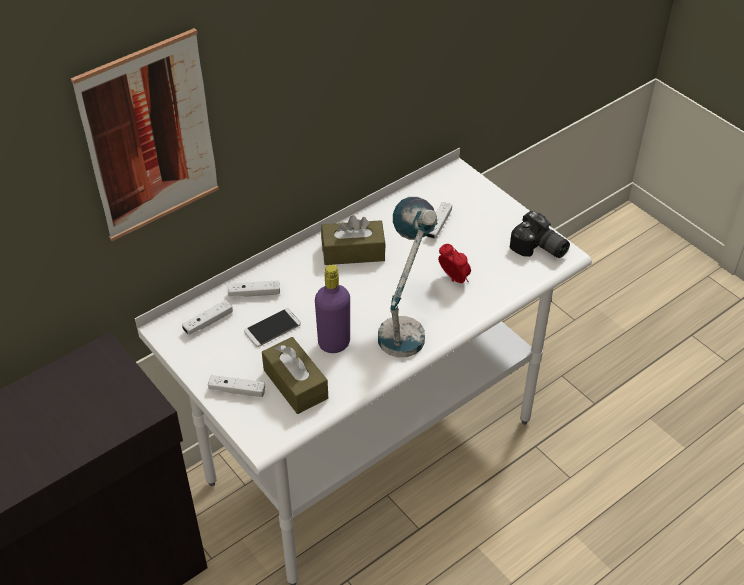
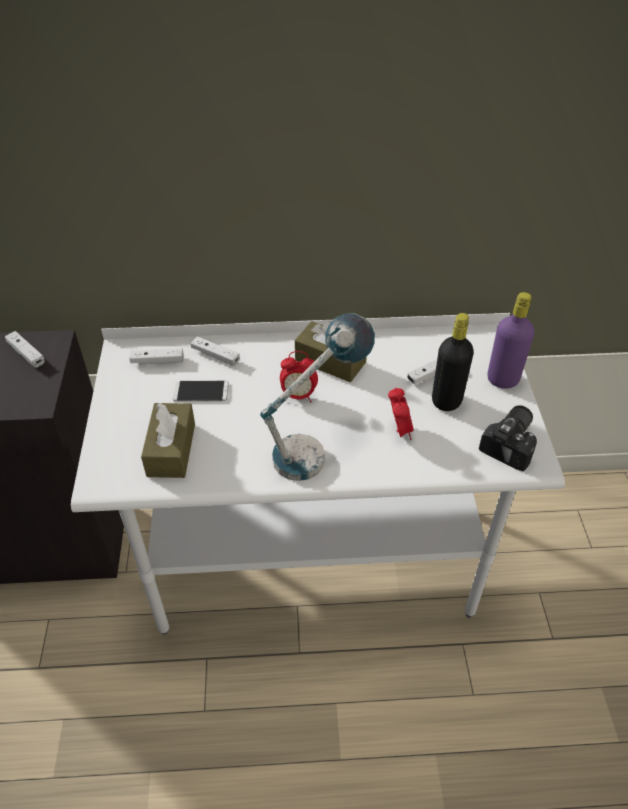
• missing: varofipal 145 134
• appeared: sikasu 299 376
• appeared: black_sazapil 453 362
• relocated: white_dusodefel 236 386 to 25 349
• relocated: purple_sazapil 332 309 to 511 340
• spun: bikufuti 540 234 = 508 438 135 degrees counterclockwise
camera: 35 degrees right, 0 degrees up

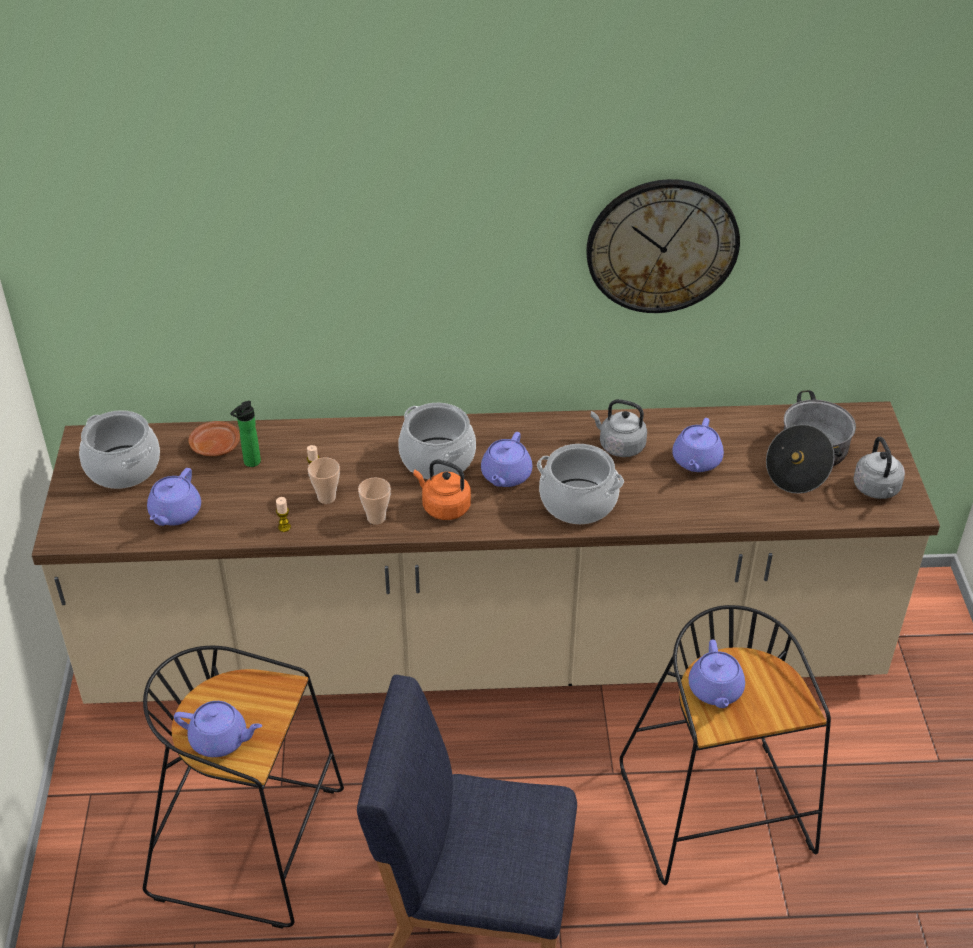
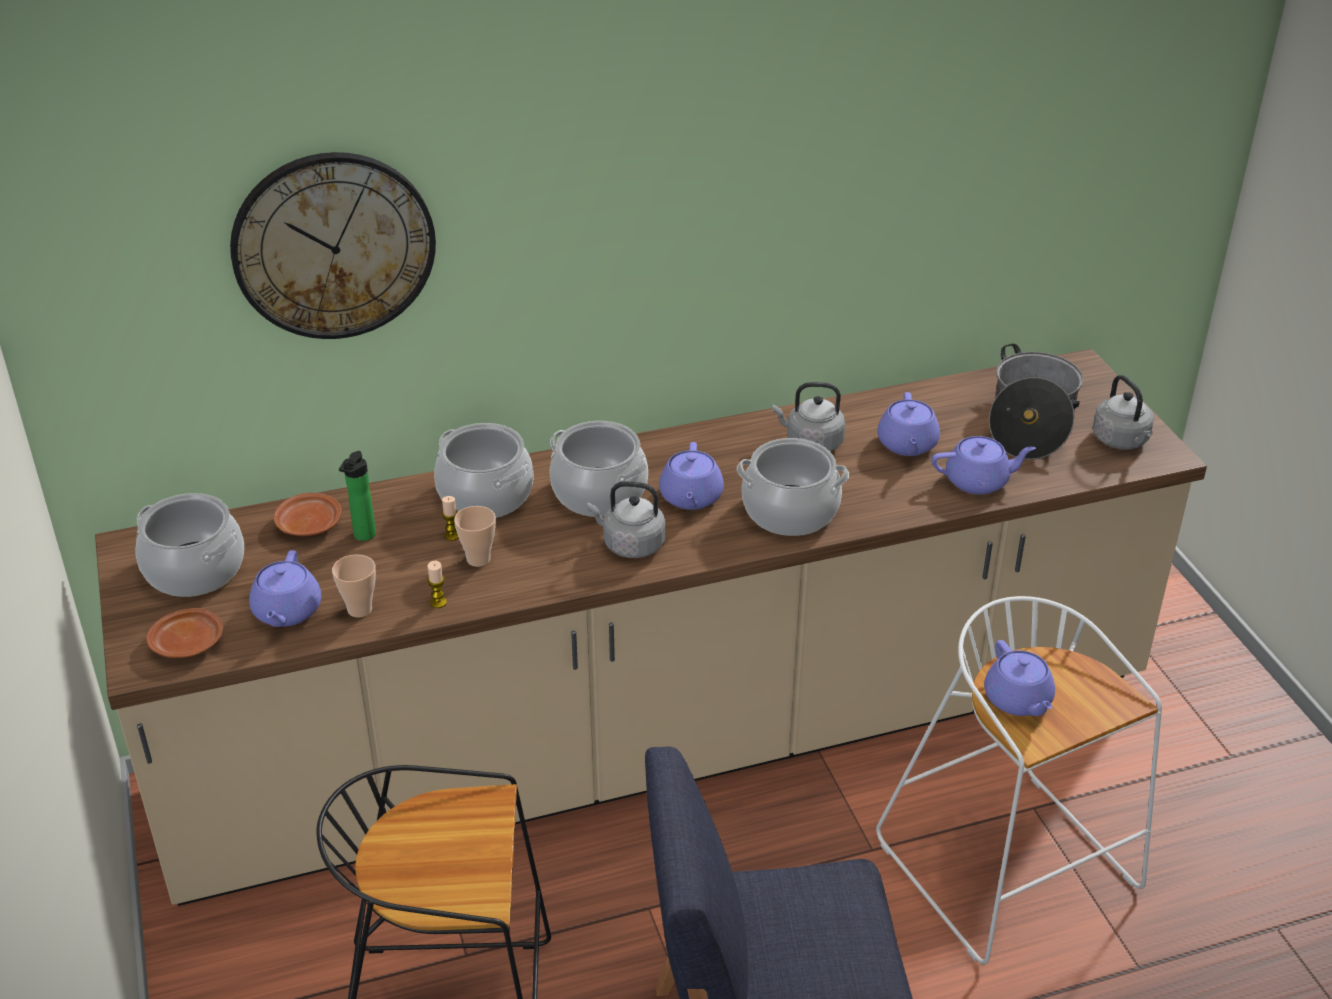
• appeared: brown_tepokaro 184 633
• appeared: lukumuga 484 470
• relocated: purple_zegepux 218 729 to 984 465
• relocated: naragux 374 501 to 354 586
• relocated: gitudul 663 246 to 333 245
• colour: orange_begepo 442 490 to grey_begepo 626 519
• colour: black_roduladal 725 745 to white_roduladal 1019 780
camera: 15 degrees left, 5 degrees down

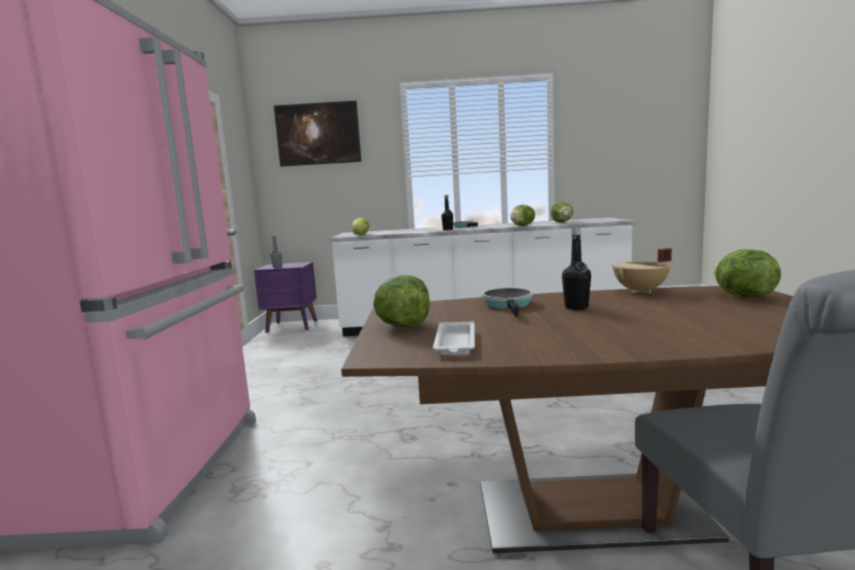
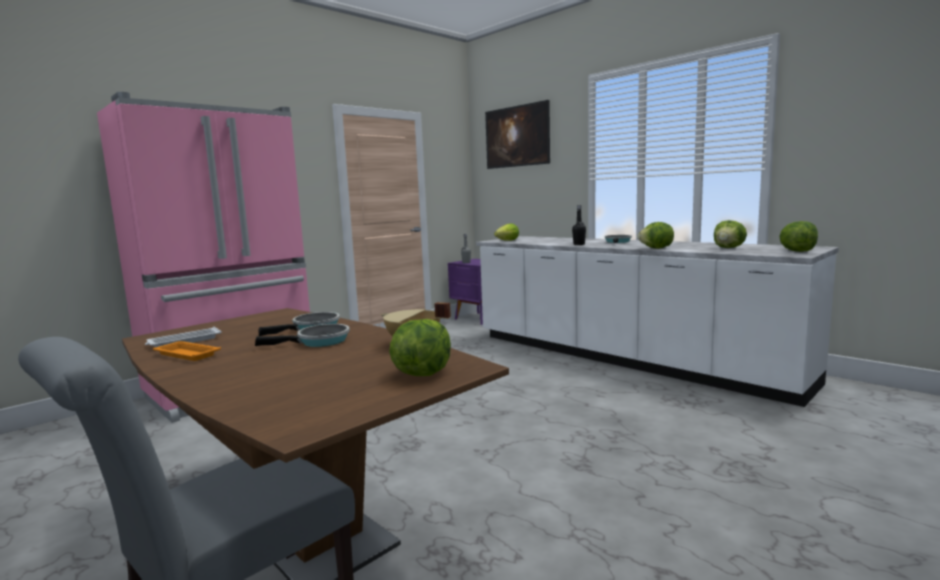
• appeared: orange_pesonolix 187 351
• relocated: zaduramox 401 301 to 798 236
• exchanged: black_sazapil 576 268 to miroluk 302 335
camera: 45 degrees right, 0 degrees up

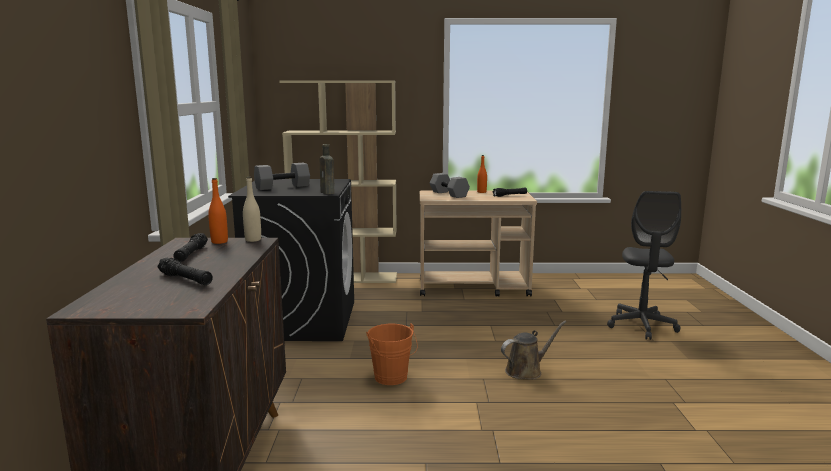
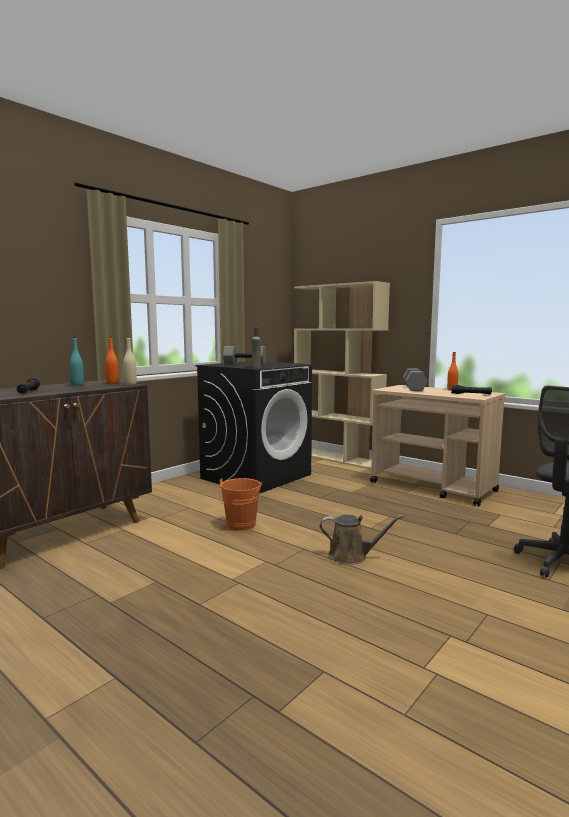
• exchanged: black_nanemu 190 247 to turquoise_sazapil 77 361
camera: 40 degrees right, 5 degrees down

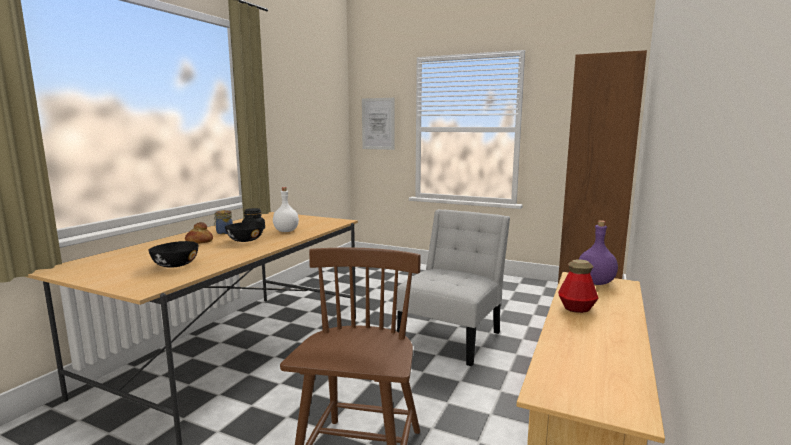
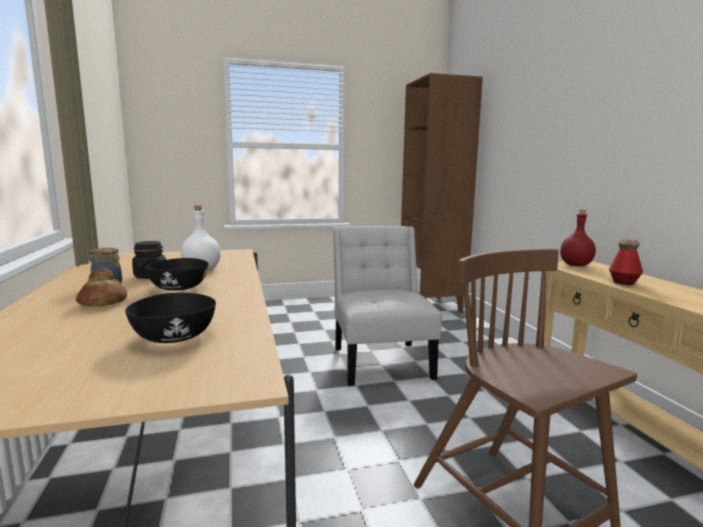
• missing: varofipal 378 124
• colour: purple_sazapil 598 252 to red_sazapil 578 238
camera: 40 degrees left, 0 degrees up

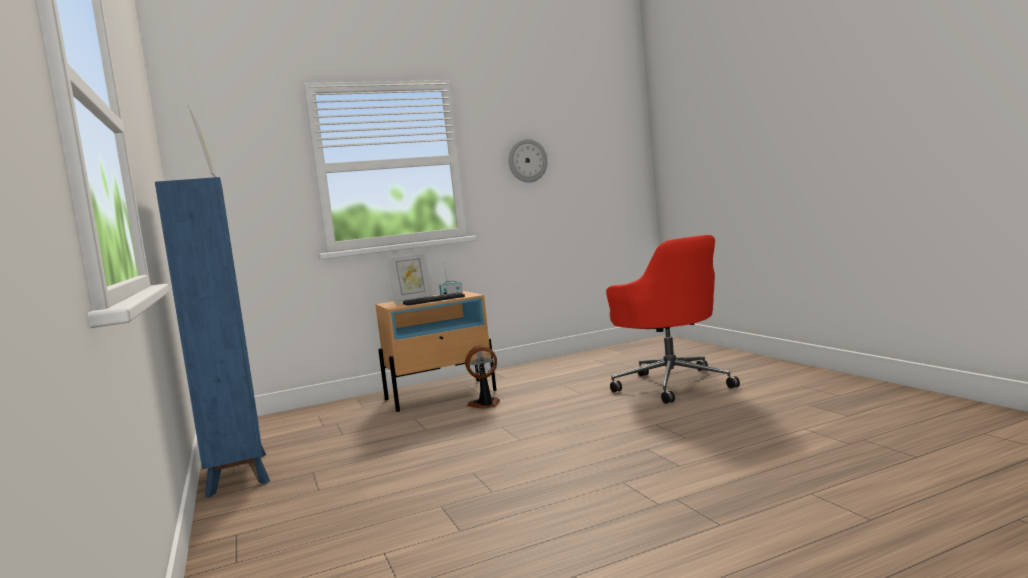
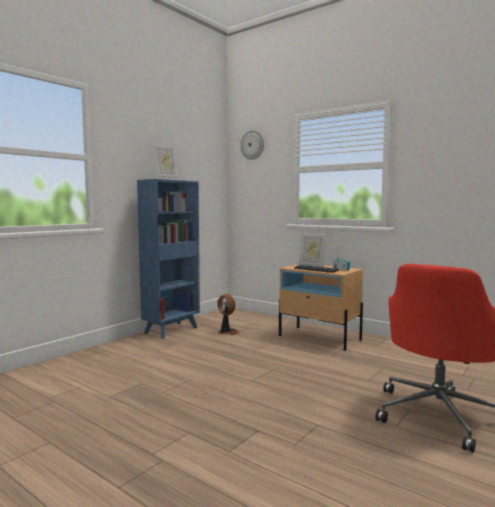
• relocated: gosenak 482 377 to 228 314
• relocated: gitudul 528 161 to 252 145
camera: 60 degrees right, 0 degrees up

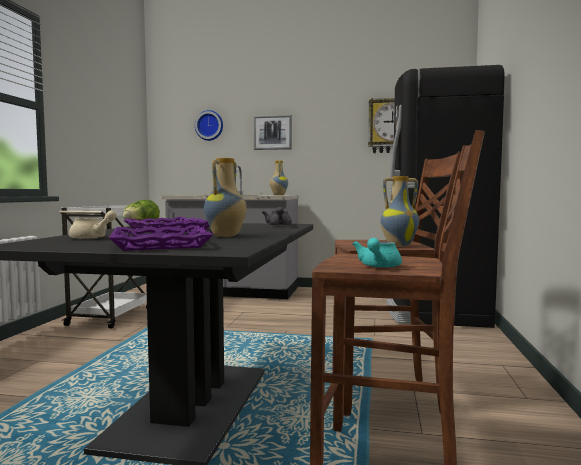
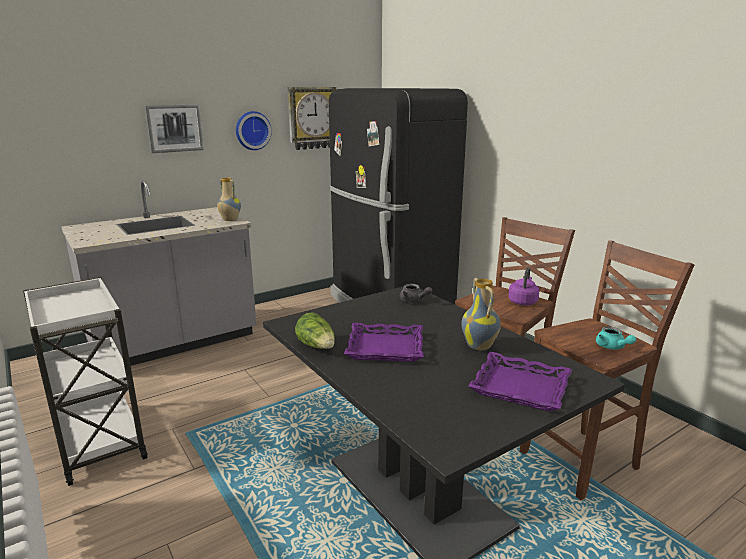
• missing: beige_zegepux 93 225
• relocated: gitudul 209 125 to 254 130
• exchanged: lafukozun 399 211 to purple_begepo 523 286
camera: 45 degrees left, 15 degrees up

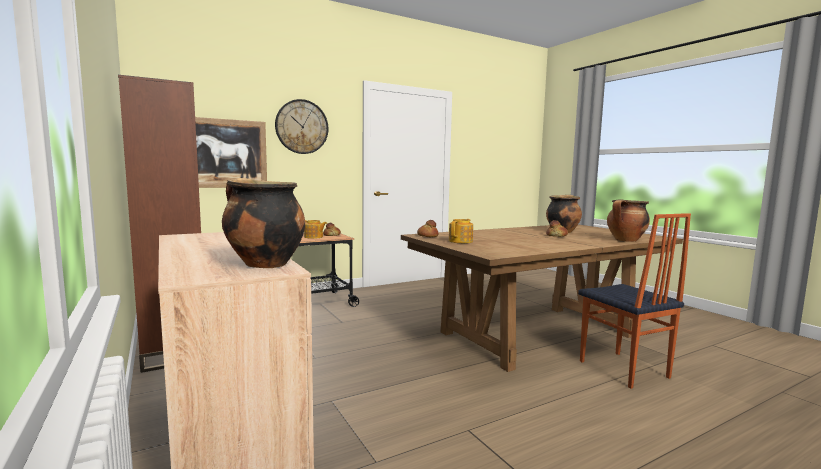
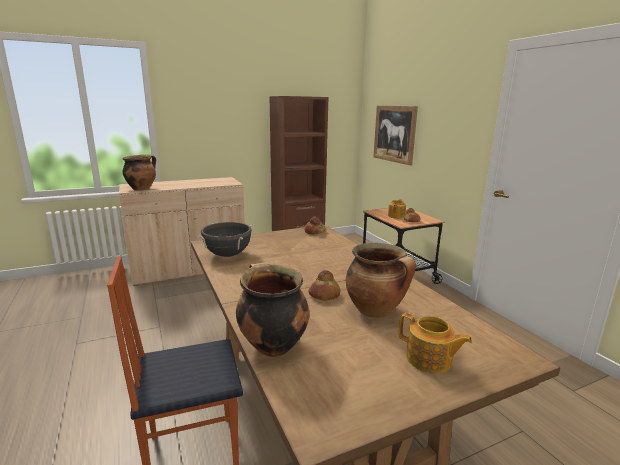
• missing: gitudul 301 126
• appeared: black_lukumuga 225 239
• relocated: zegepux 461 231 to 435 343
camera: 95 degrees right, 10 degrees up

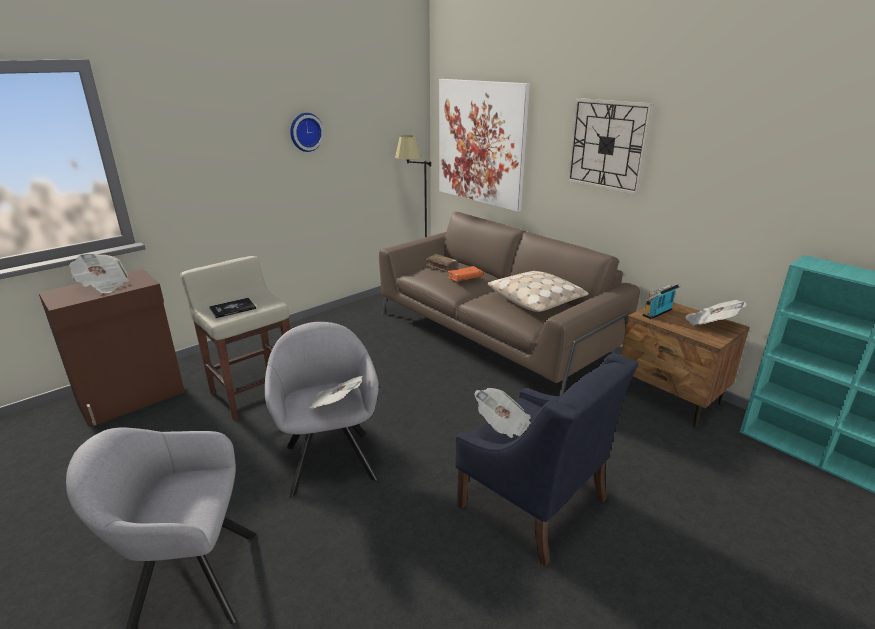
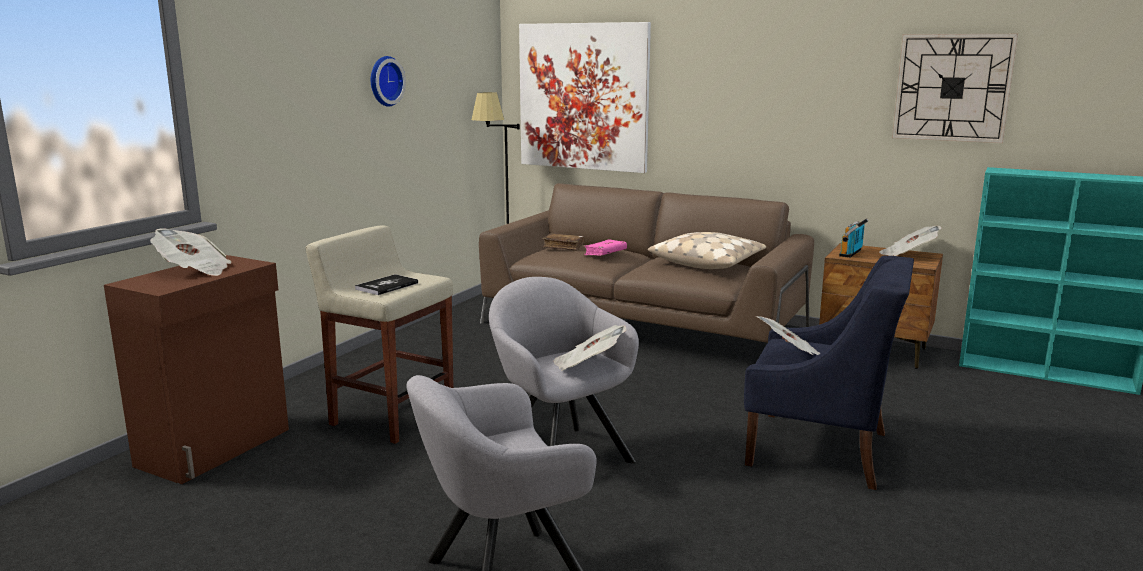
• relocated: gitudul 609 146 to 955 88
• colour: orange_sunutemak 465 274 to pink_sunutemak 605 247
camera: 20 degrees left, 10 degrees down

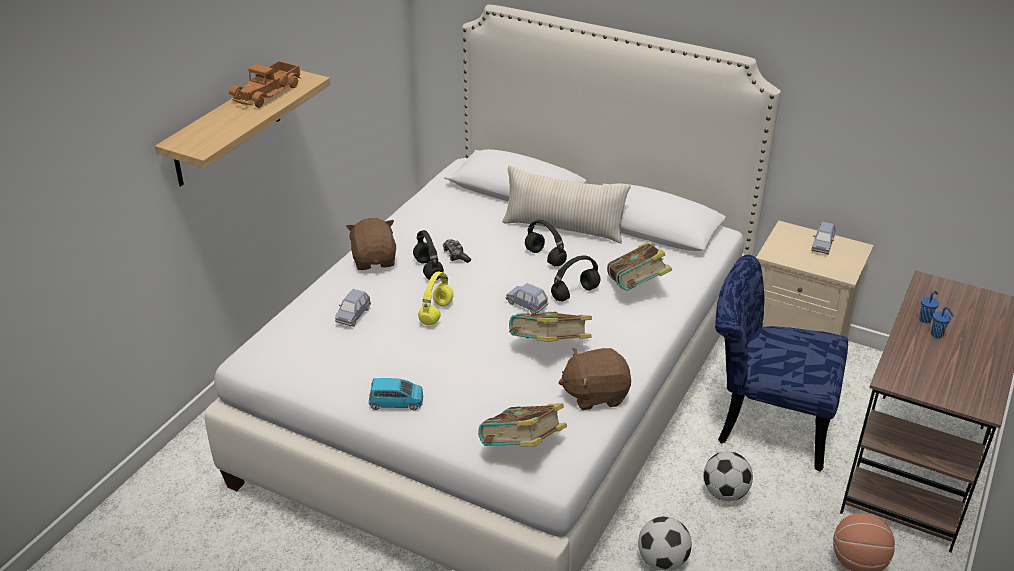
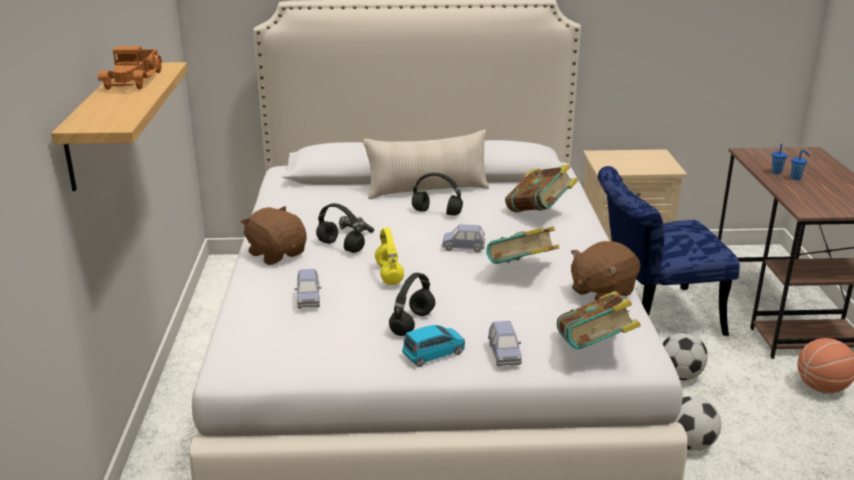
• relocated: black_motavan 576 279 to 412 304
• relocated: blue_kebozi 823 238 to 505 343
camera: 30 degrees left, 10 degrees down

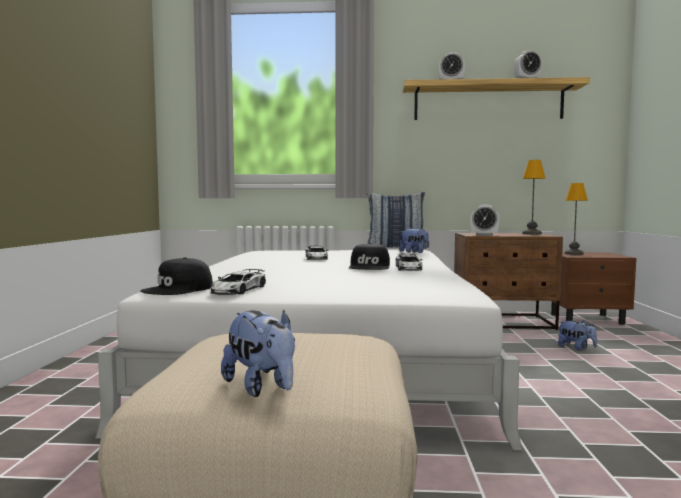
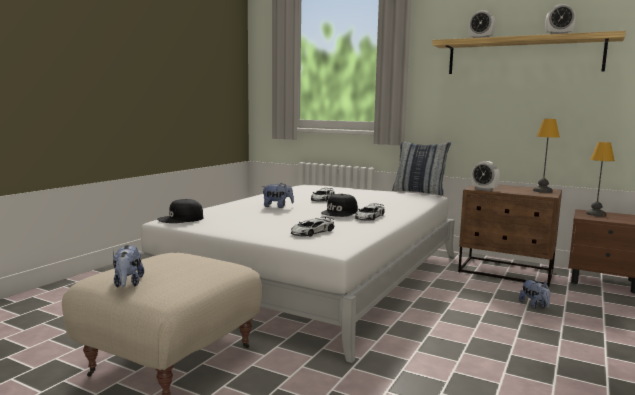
• relocated: kebozi 238 282 to 312 226
• relocated: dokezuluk 414 240 to 278 195
camera: 25 degrees right, 5 degrees up

